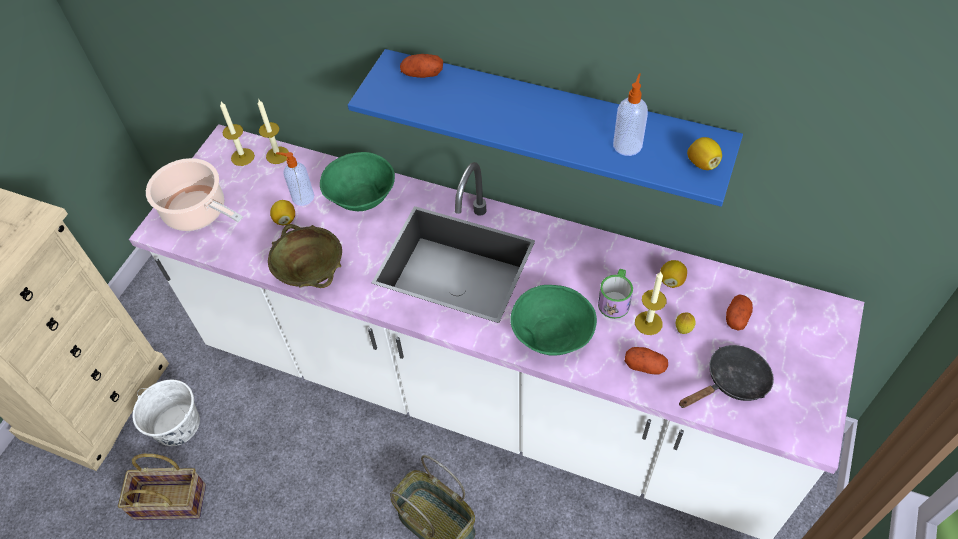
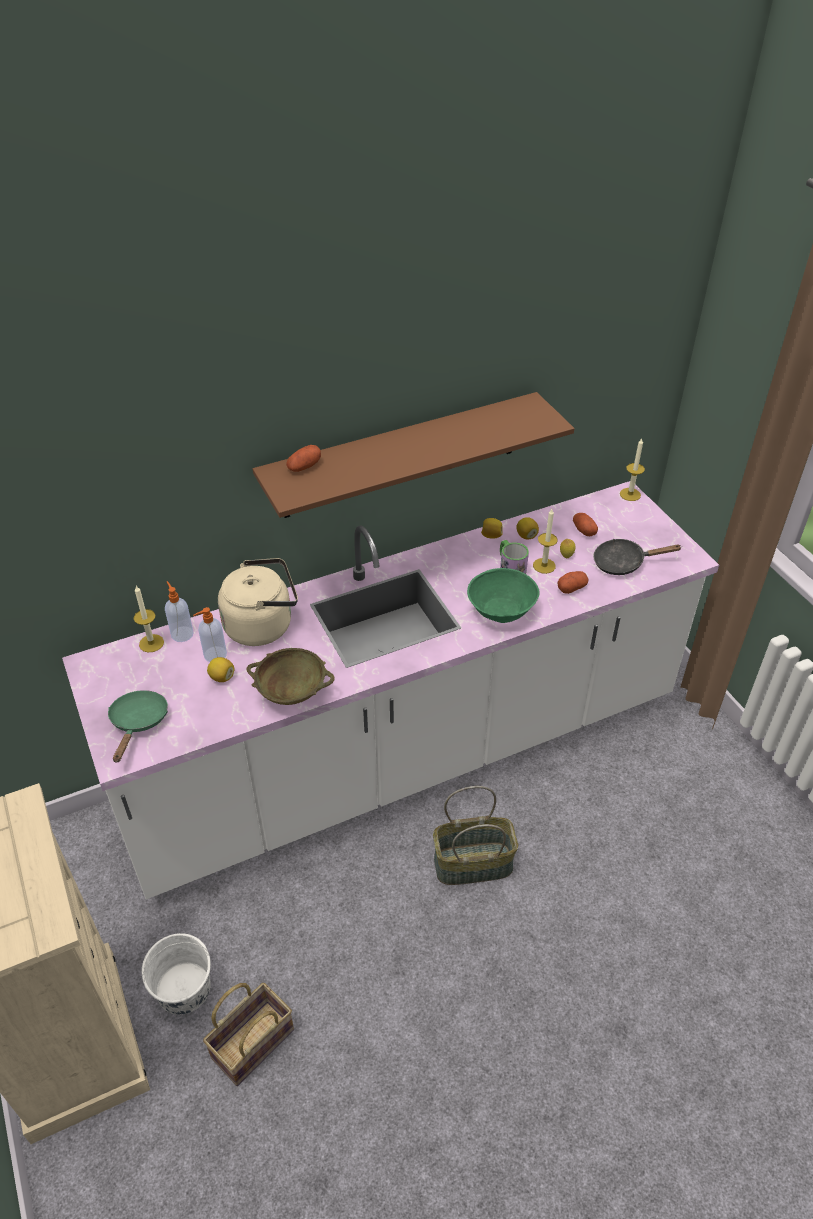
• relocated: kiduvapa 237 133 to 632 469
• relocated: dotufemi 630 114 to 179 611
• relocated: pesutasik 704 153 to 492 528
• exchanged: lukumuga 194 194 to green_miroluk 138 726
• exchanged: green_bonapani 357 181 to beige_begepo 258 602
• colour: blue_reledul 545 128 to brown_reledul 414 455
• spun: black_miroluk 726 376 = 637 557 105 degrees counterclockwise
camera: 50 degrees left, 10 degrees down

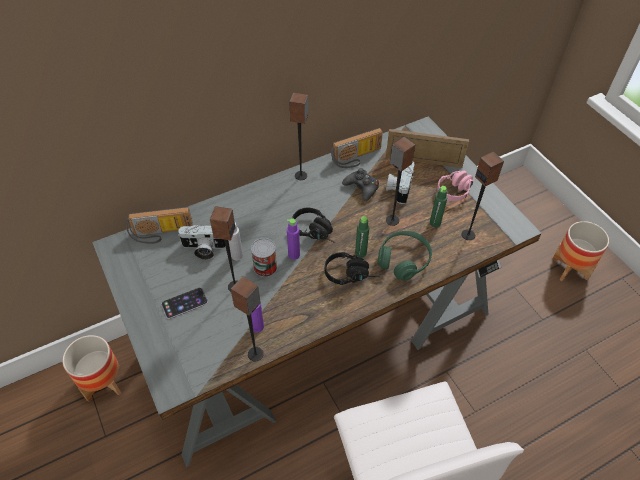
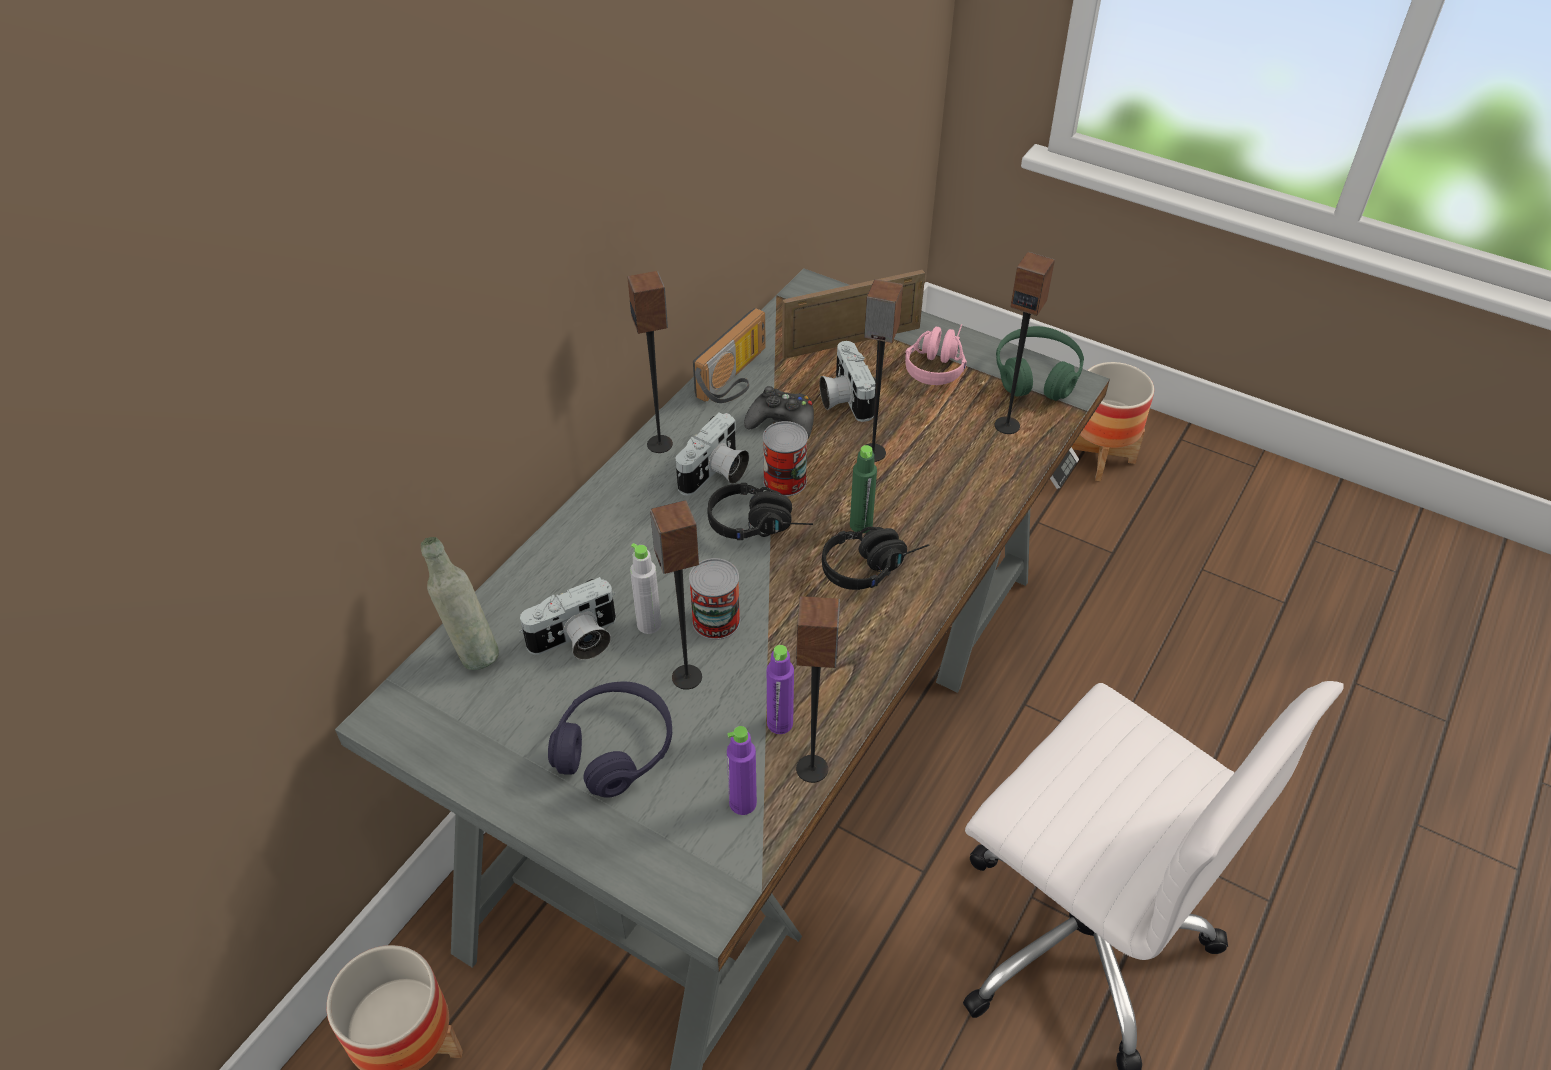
• missing: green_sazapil 438 206
• appeared: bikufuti 712 453
• appeared: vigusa 785 459
• relocated: purple_sazapil 293 239 to 742 770
• relocated: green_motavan 404 256 to 1040 363
• exchanged: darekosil 159 225 to grey_sazapil 460 603
• exchanged: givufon 184 303 to purple_motavan 610 739
camera: 30 degrees left, 5 degrees down

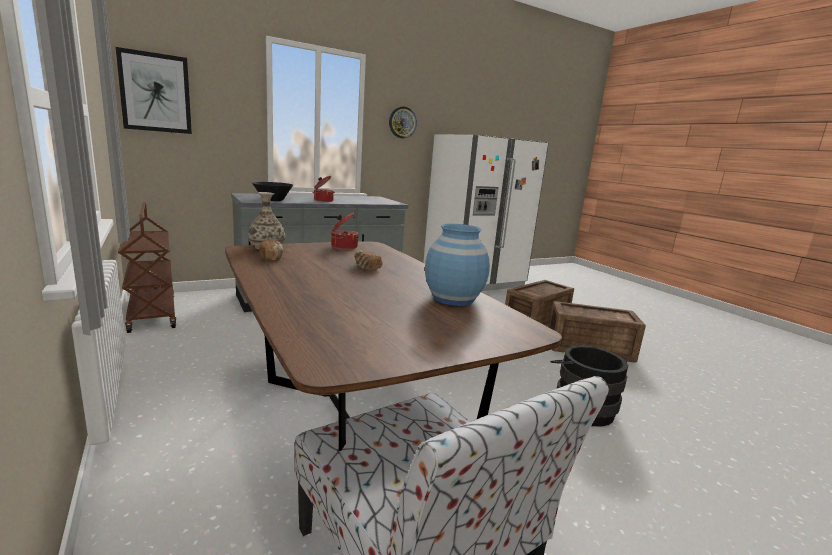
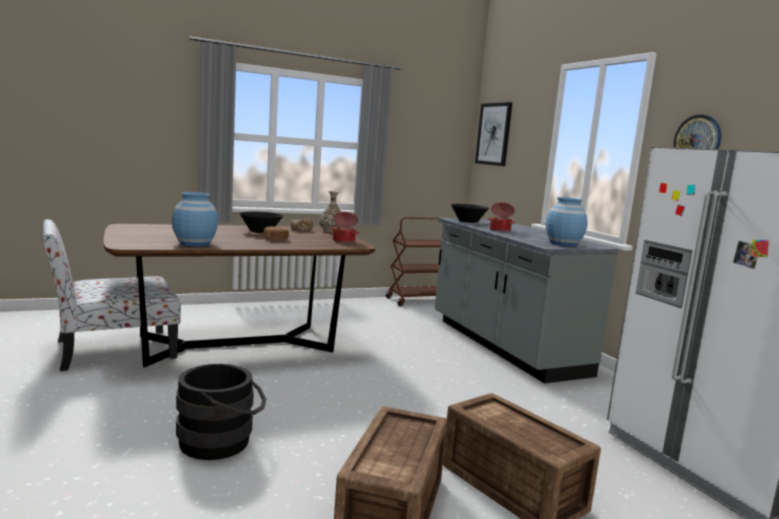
• appeared: black_bonapani 261 222
• appeared: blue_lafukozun 567 222
camera: 95 degrees right, 5 degrees down

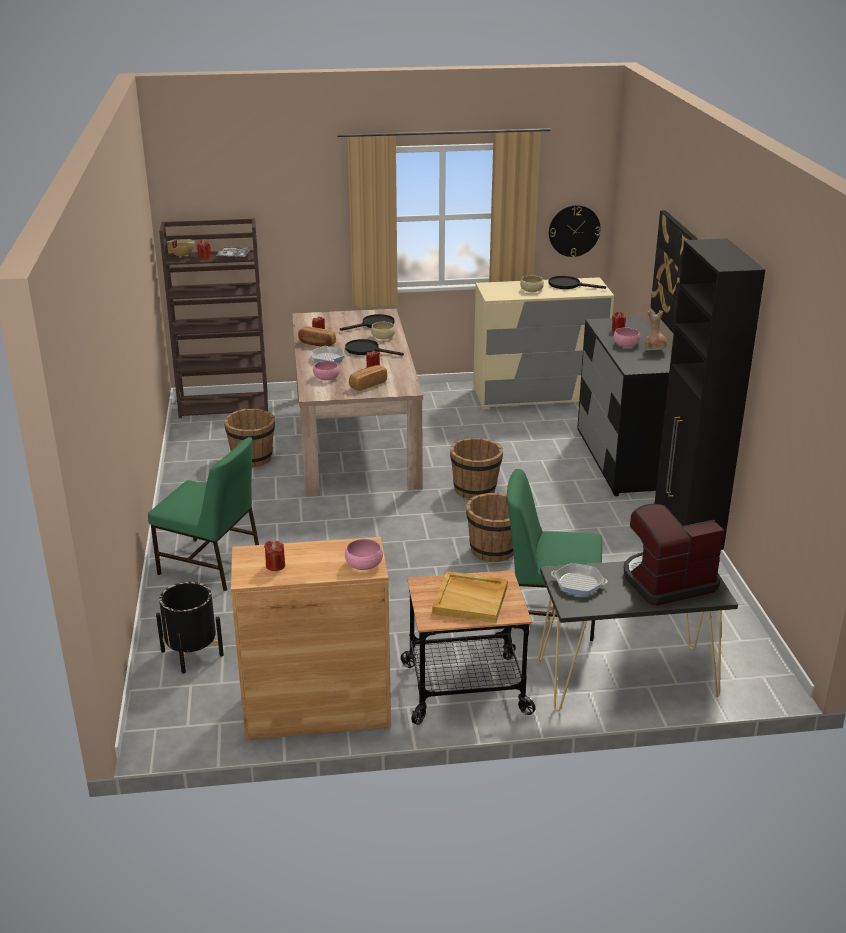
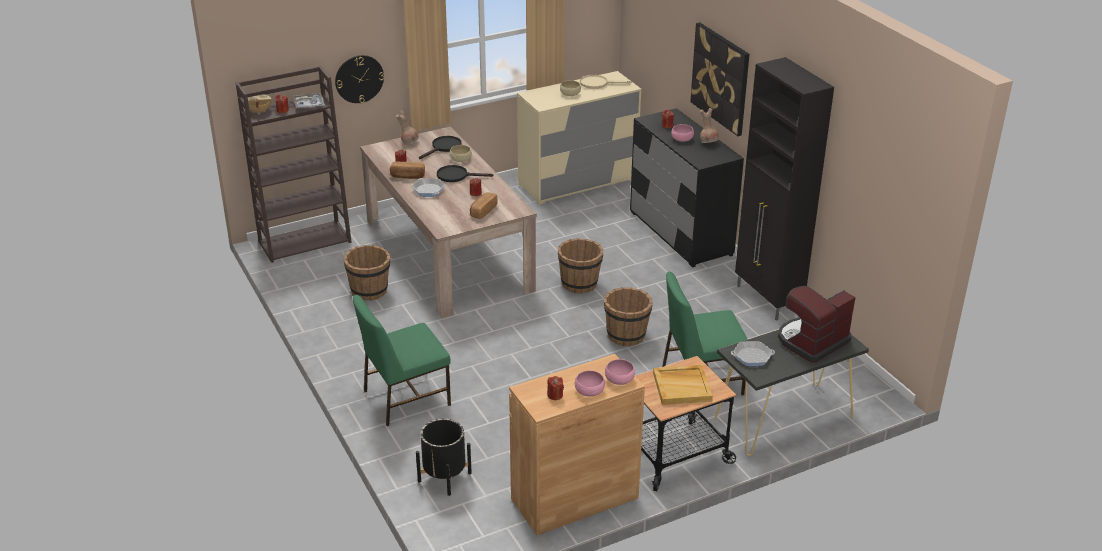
• appeared: brown_lafukozun 407 128
• relocated: pink_bonapani 326 370 to 590 383
• relocated: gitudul 575 231 to 359 79
• colour: black_miroluk 577 282 to beige_miroluk 606 82
• spun: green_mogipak 203 514 = 402 360 150 degrees clockwise
camera: 20 degrees left, 5 degrees up

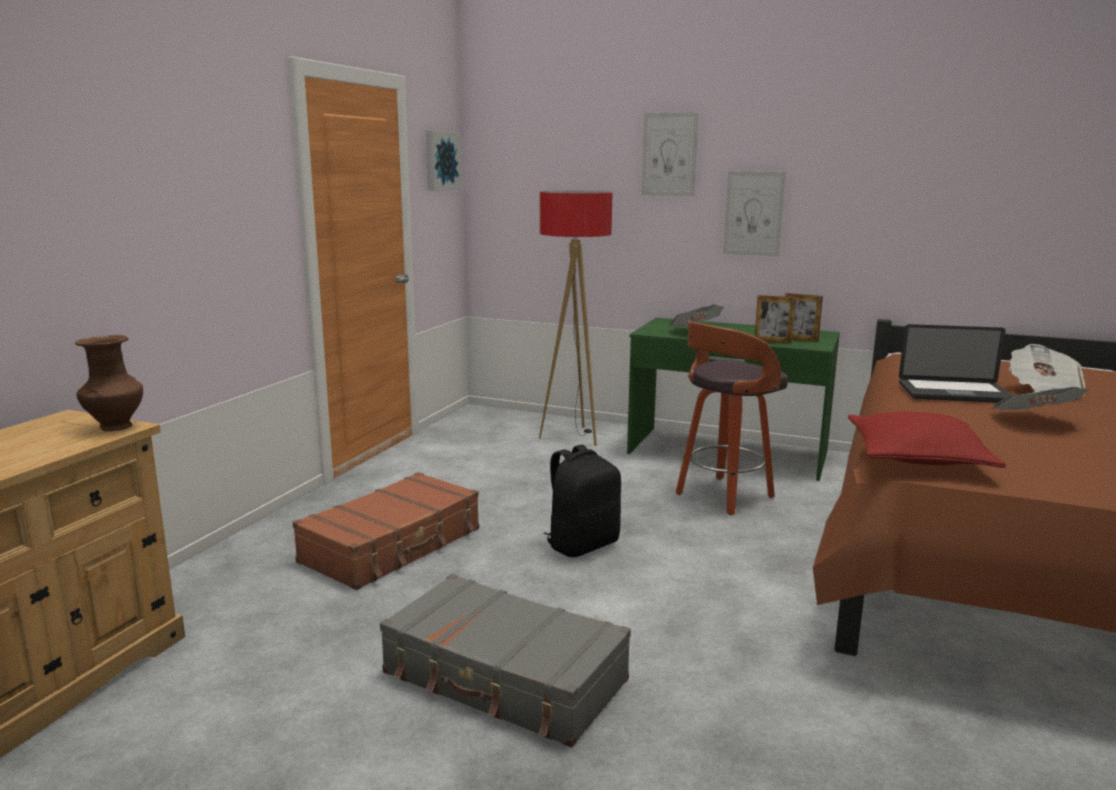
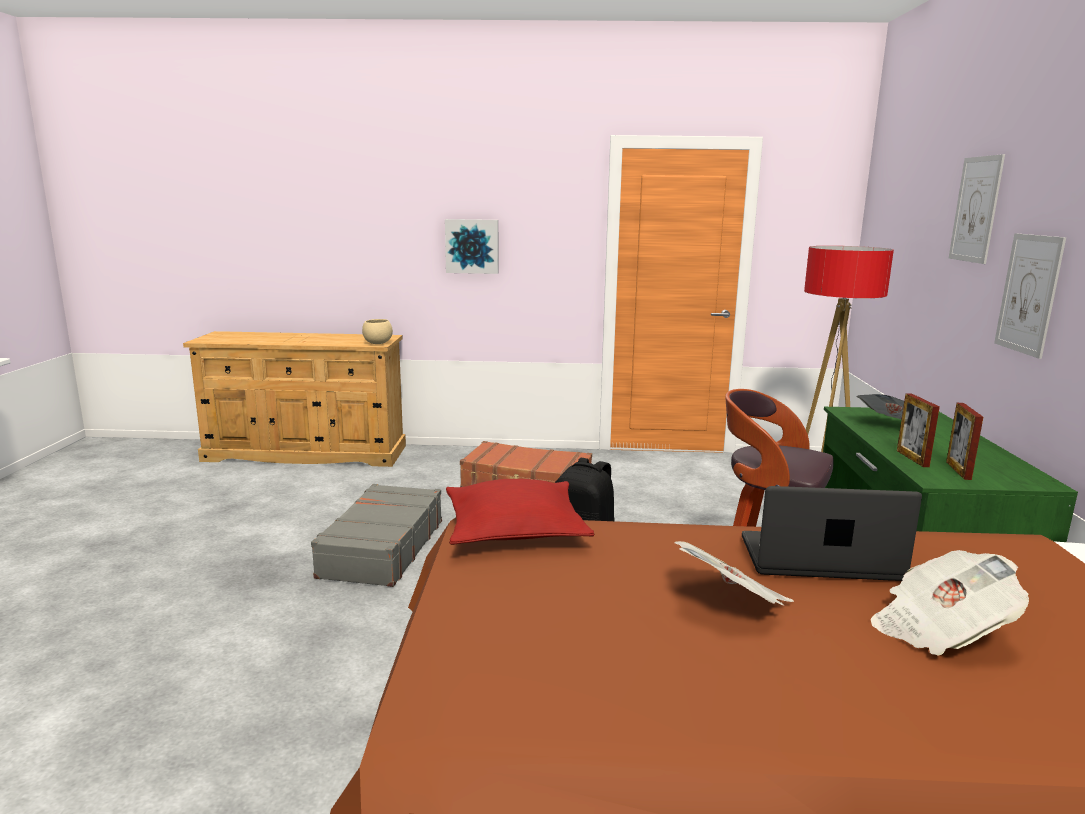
• relocated: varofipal 443 161 to 472 246
• exchanged: brown_lafukozun 109 383 to beige_bonapani 377 331
• spun: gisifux 956 363 = 832 533 105 degrees clockwise
camera: 70 degrees right, 0 degrees up

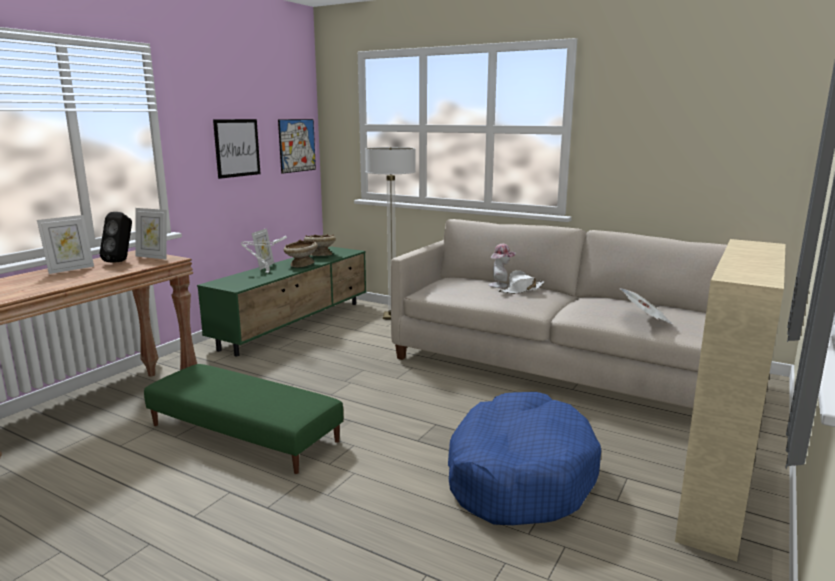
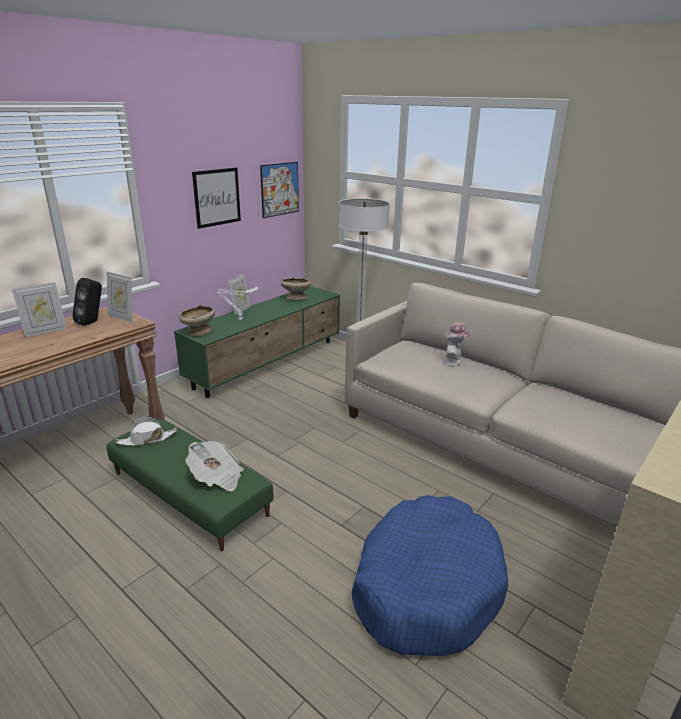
• relocated: beige_bonapani 301 254 to 197 321
• relocated: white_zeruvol 521 282 to 146 431
• relocated: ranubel 646 306 to 214 466
camera: 10 degrees right, 10 degrees up

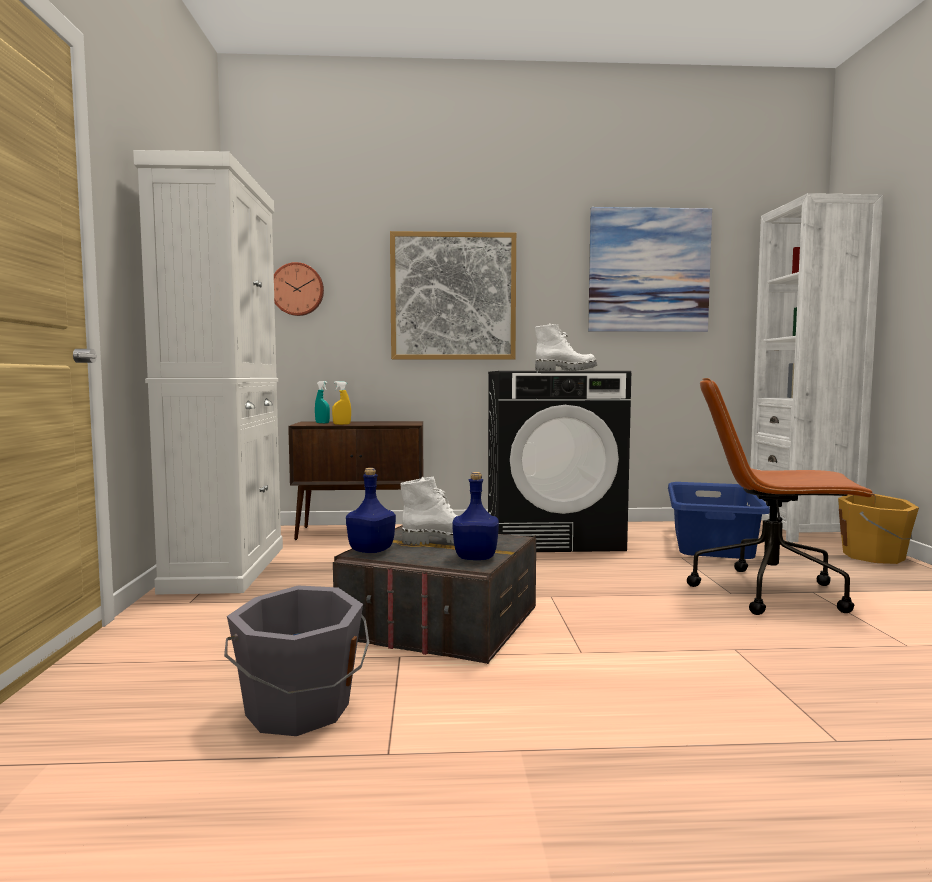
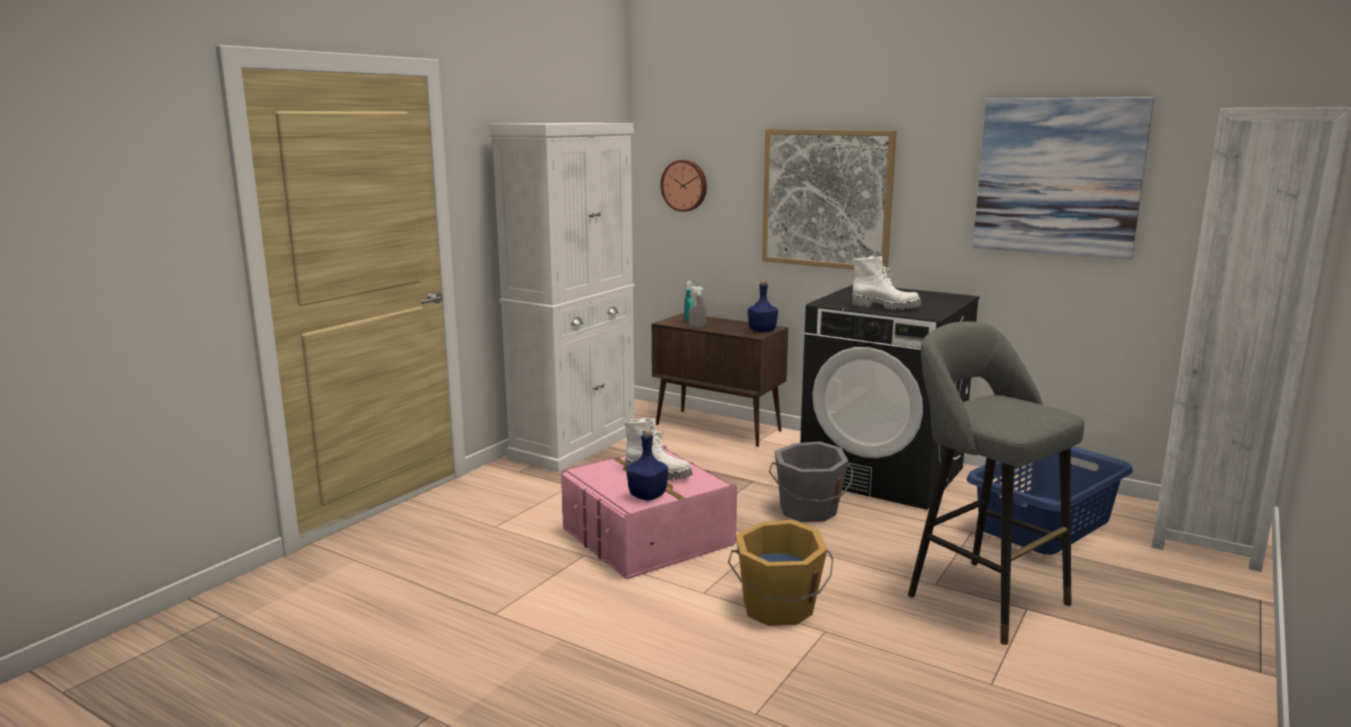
• relocated: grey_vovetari 296 660 to 811 481
• relocated: blue_sazapil 371 510 to 763 306
• relocated: orange_vovetari 878 529 to 780 573
• exchanged: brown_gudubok 781 496 to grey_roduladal 996 483
• colour: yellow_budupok 341 403 to grey_budupok 698 307
• colour: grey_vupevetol 434 594 to pink_vupevetol 649 513
camera: 35 degrees right, 10 degrees up

